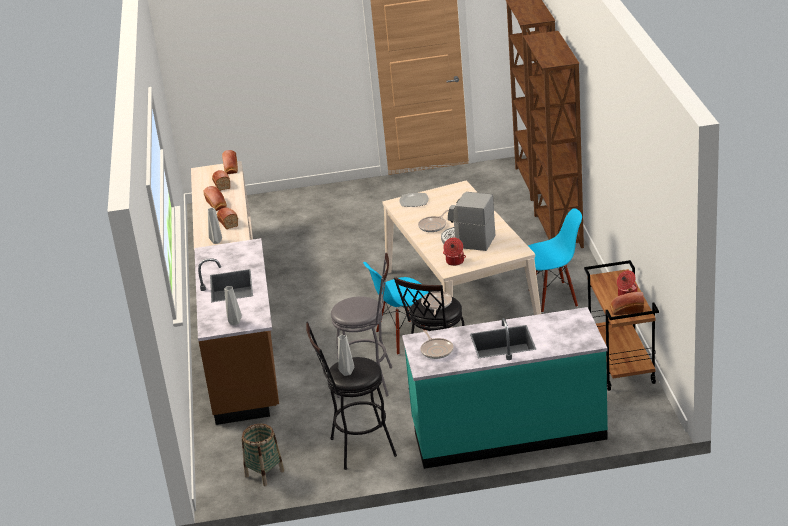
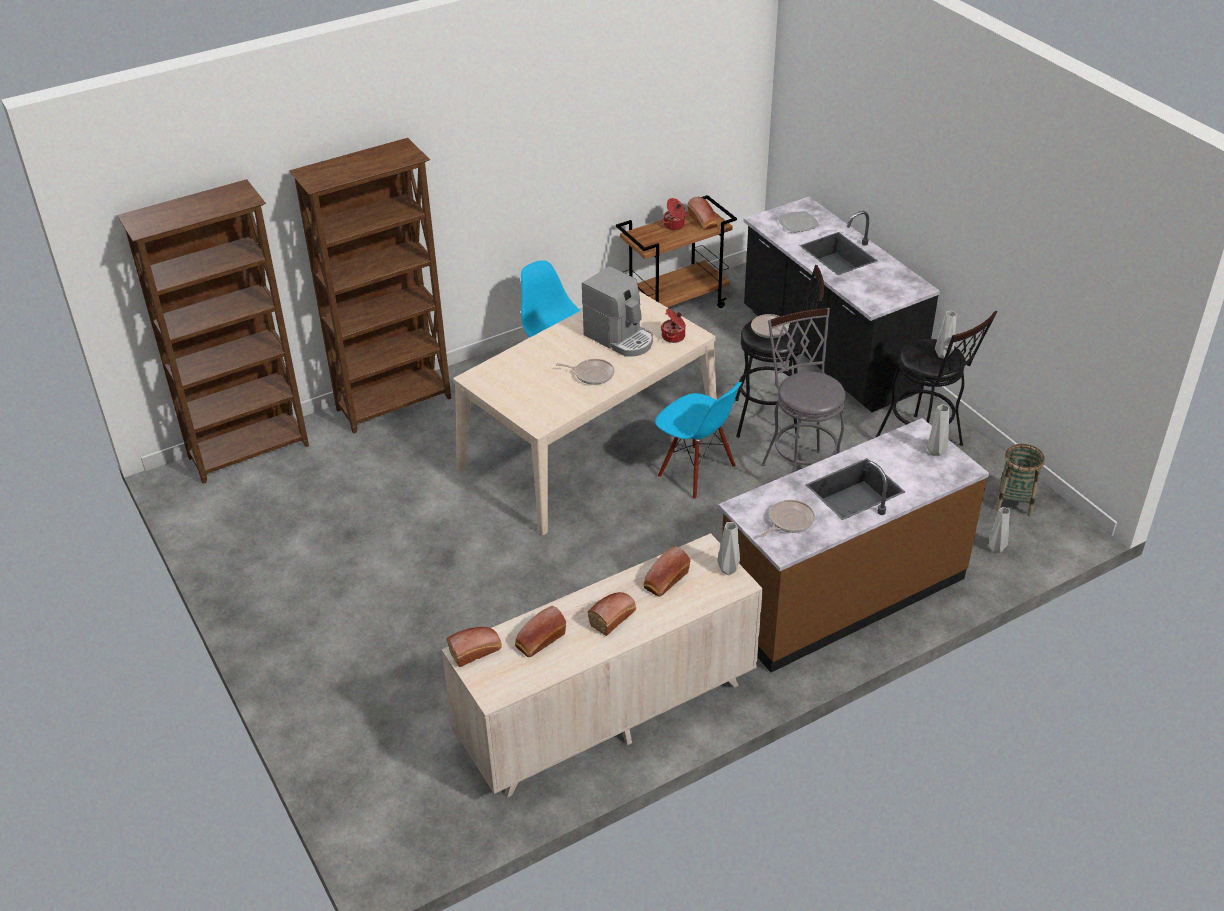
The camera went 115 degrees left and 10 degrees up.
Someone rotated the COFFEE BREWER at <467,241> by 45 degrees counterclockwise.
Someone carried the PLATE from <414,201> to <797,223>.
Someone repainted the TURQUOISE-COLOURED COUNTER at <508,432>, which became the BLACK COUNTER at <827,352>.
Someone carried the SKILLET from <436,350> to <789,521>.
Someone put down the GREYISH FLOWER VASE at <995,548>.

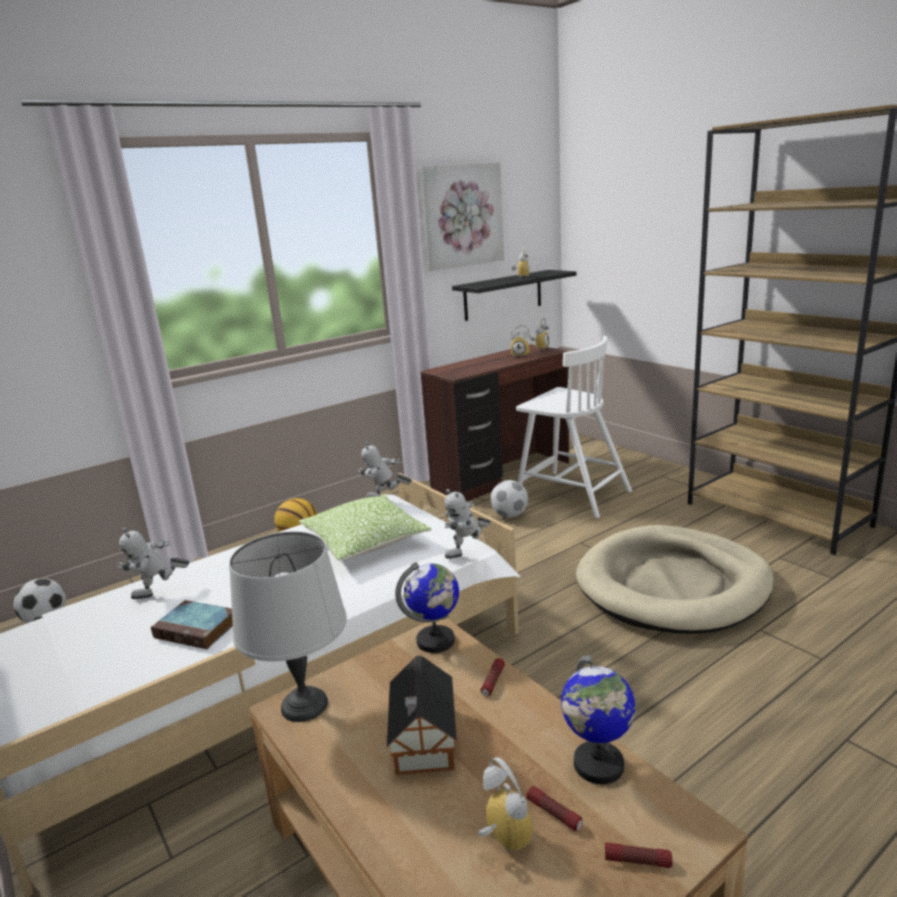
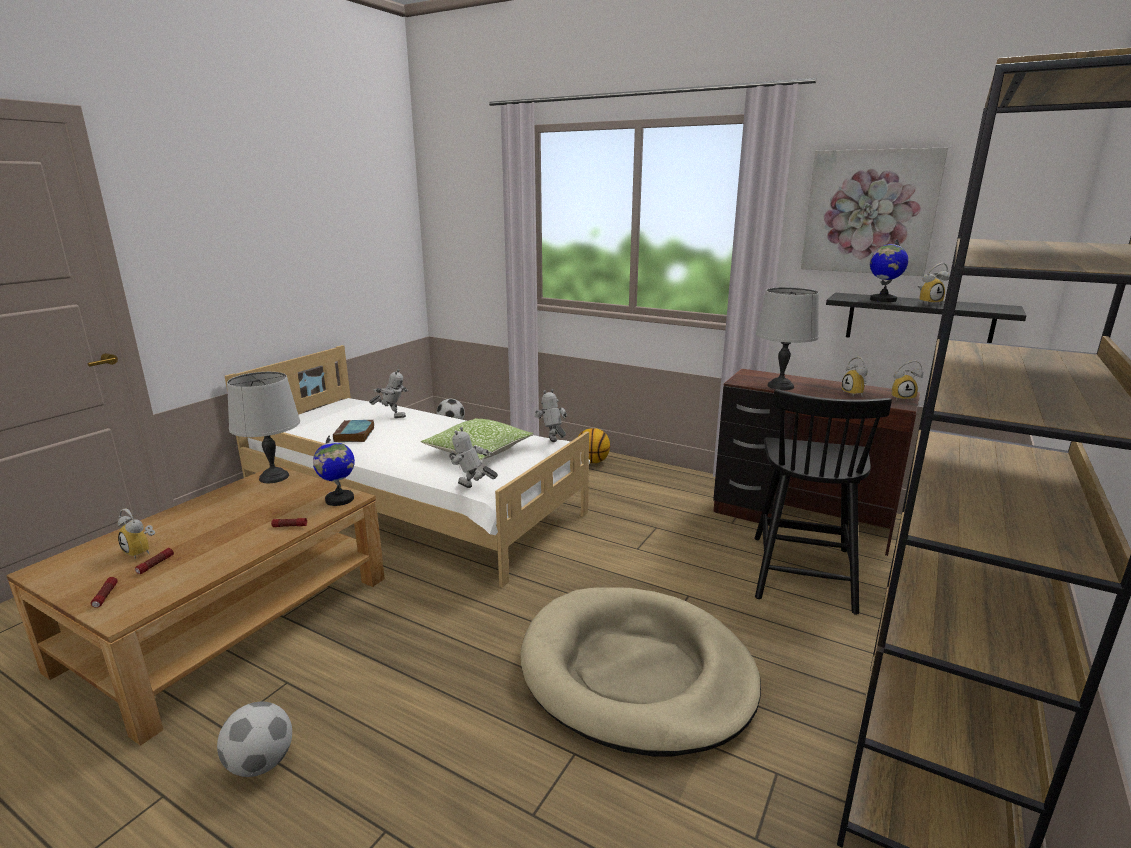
The camera went 65 degrees right and 0 degrees up.
Someone repainted the WHITISH UPRIGHT CHAIR at <571,494>, which became the BLACK UPRIGHT CHAIR at <802,571>.
Someone carried the FOOTBALL BALL from <509,515> to <261,763>.
Someone rotated the ROBOT FIGURE at <159,595> by 150 degrees clockwise.
Someone carried the WORLD GLOBE from <598,765> to <882,300>.
Someone took away the MODEL HOUSE at <423,742>.
Someone rotated the TABLE CLOCK at <500,839> by 90 degrees clockwise.
Someone put down the GREYISH TABLE LAMP at <780,386>.

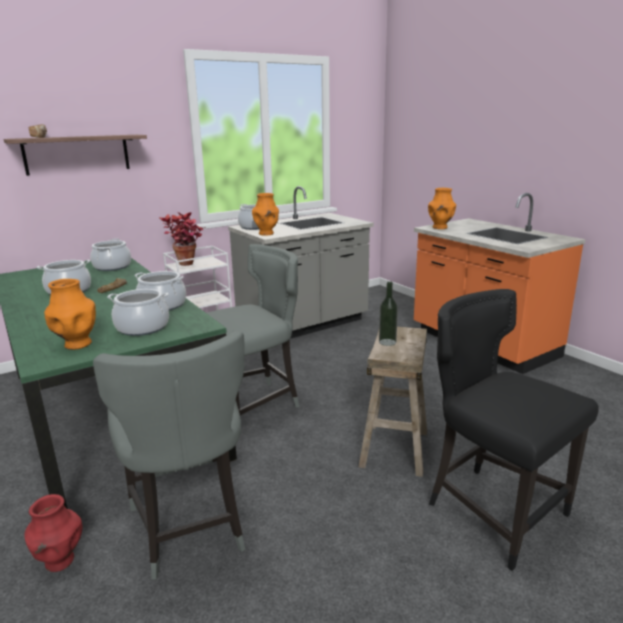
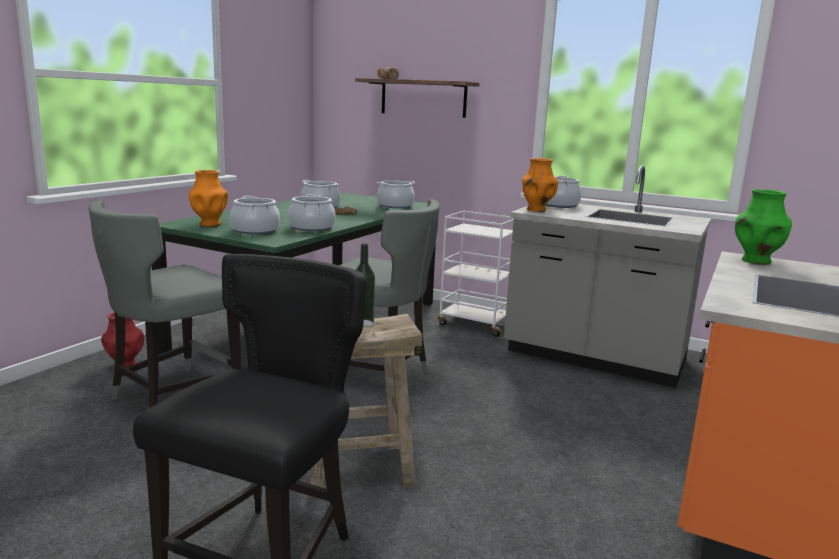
The camera went 60 degrees right and 5 degrees down.
Someone repainted the ORANGEY FLOWER VASE at <440,227>, which became the GREEN FLOWER VASE at <756,261>.
Someone took away the PLANT IN A POT at <187,265>.

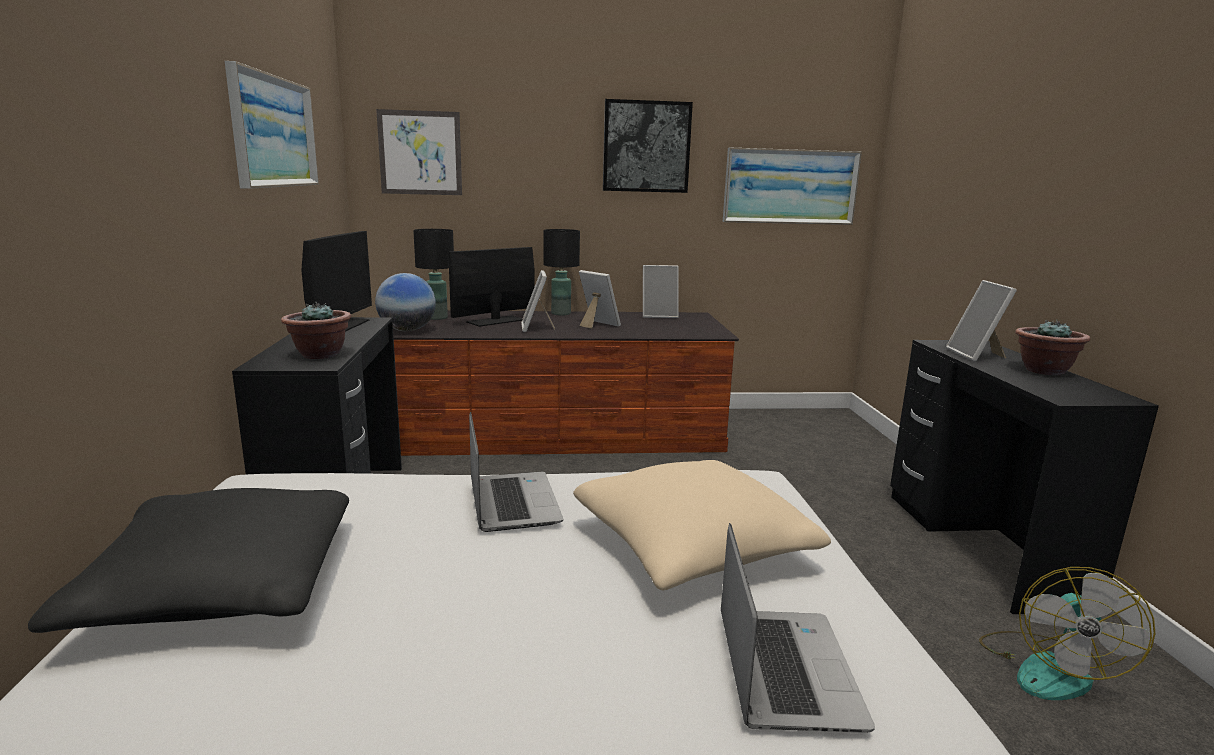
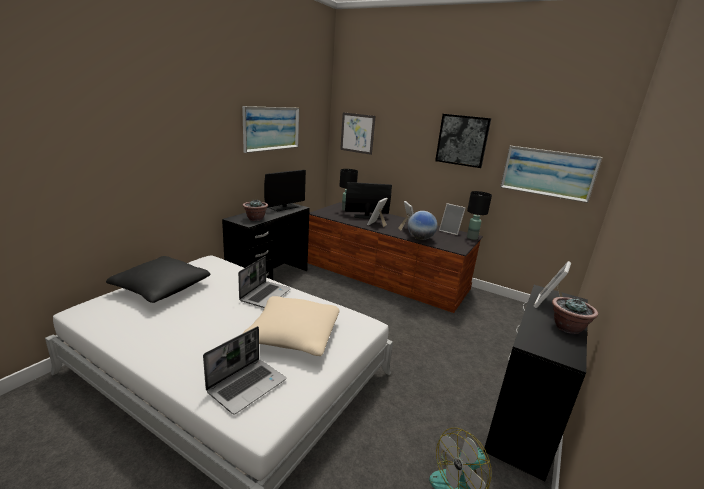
The camera went 35 degrees right and 5 degrees up.
Someone carried the BLACK TABLE LAMP from <561,313> to <472,237>.
Someone carried the WORLD GLOBE from <407,330> to <420,238>.

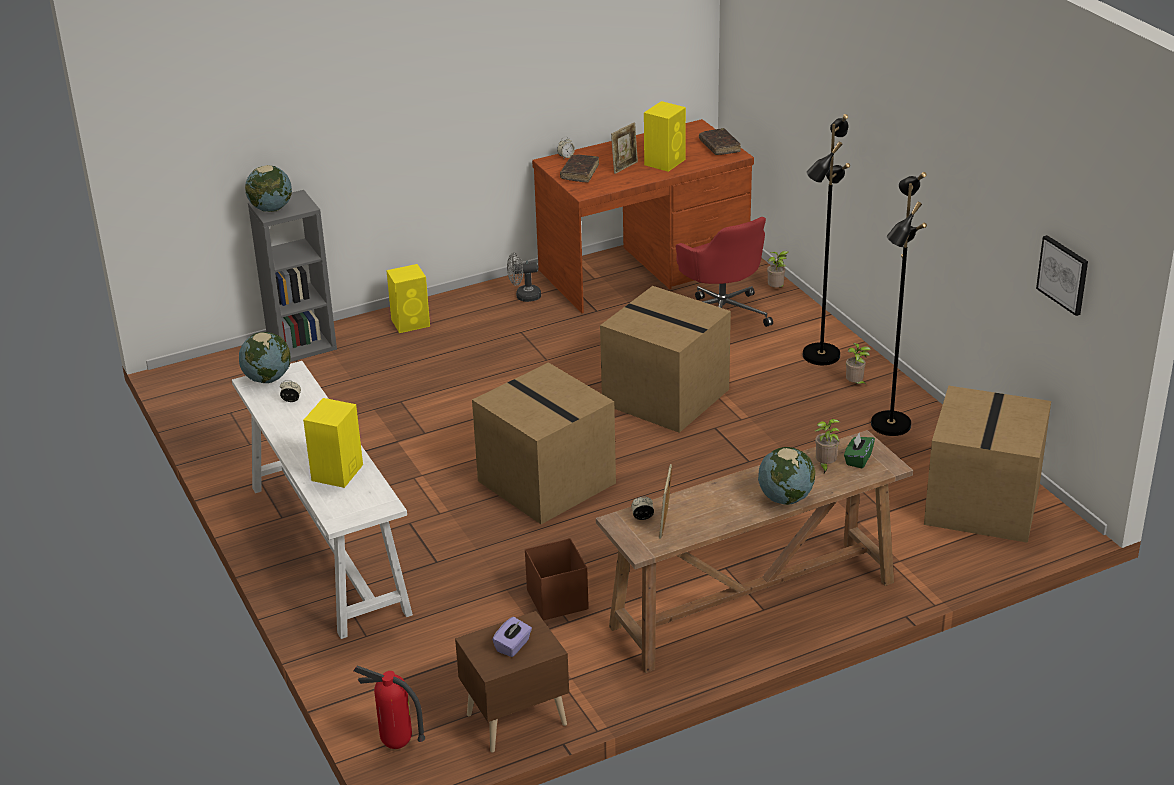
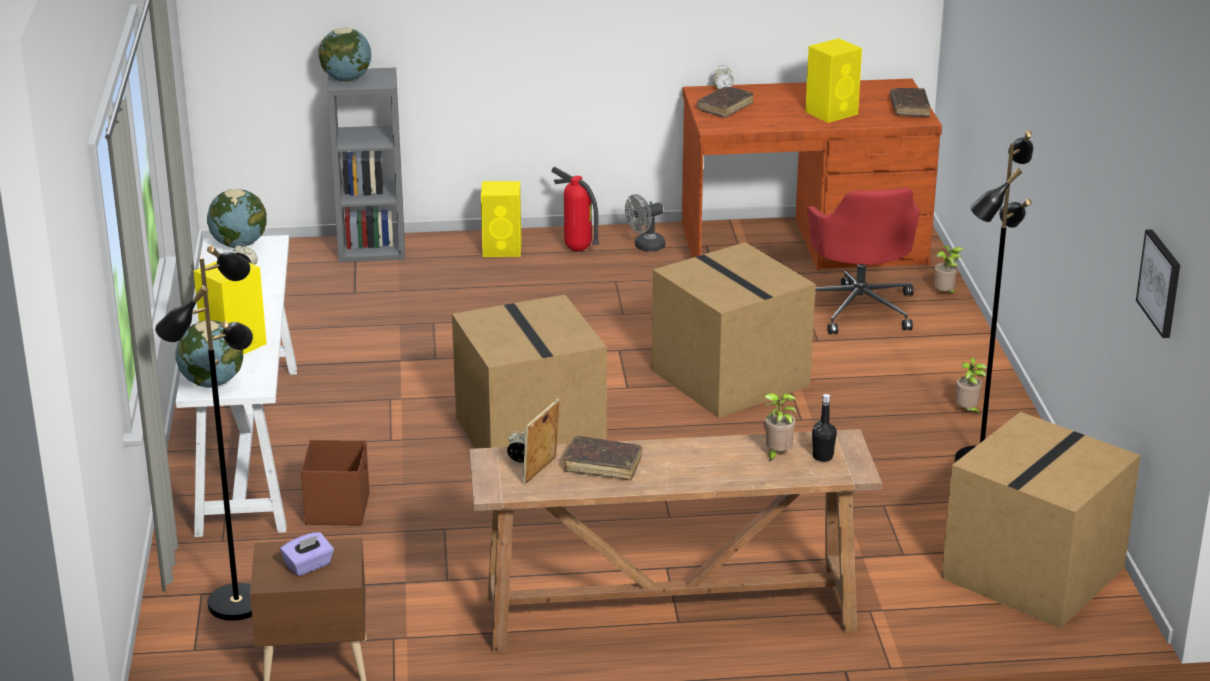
The camera went 20 degrees right and 5 degrees down.
Someone carried the BLACK FLOOR LAMP from <820,355> to <236,602>.
Someone took away the PHOTO FRAME at <625,167>.
Someone rotated the GREYISH FAN at <524,296> by 45 degrees counterclockwise.
Someone swapped the GREEN BOX OF TISSUES at <858,459> for the BLACK BOTTLE at <822,457>.
Someone carried the WORLD GLOBE from <785,498> to <212,382>.
Someone carried the BROWN STORAGE BIN from <557,599> to <338,508>.
Someone carried the EXTINGUISHER from <396,745> to <577,250>.
Someone put down the BROWN VOLUME at <603,465>.

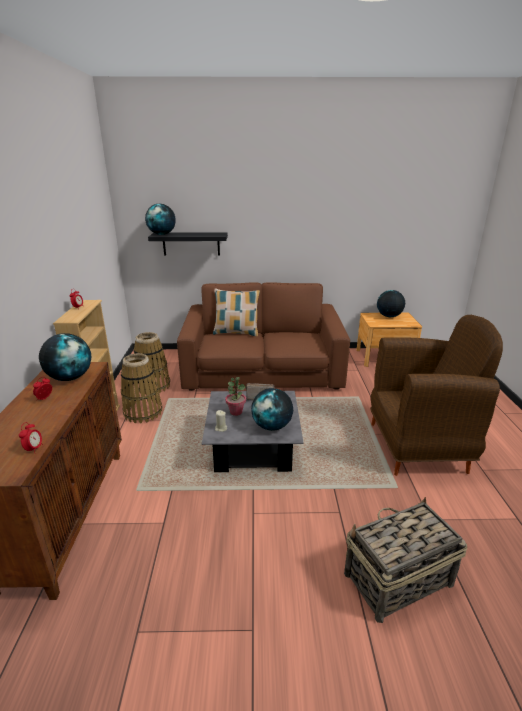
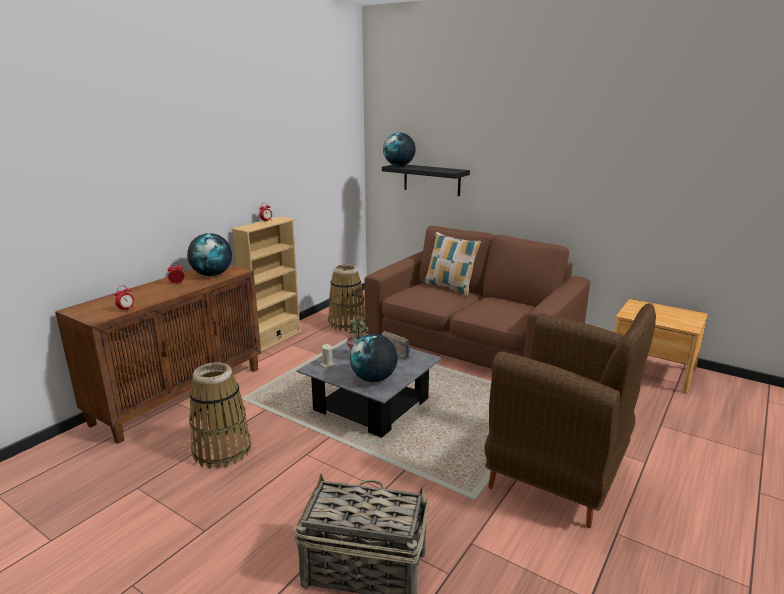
The camera went 35 degrees right and 5 degrees down.
Someone took away the WORLD GLOBE at <389,316>.
Someone carried the STORAGE BASKET from <143,412> to <222,450>.

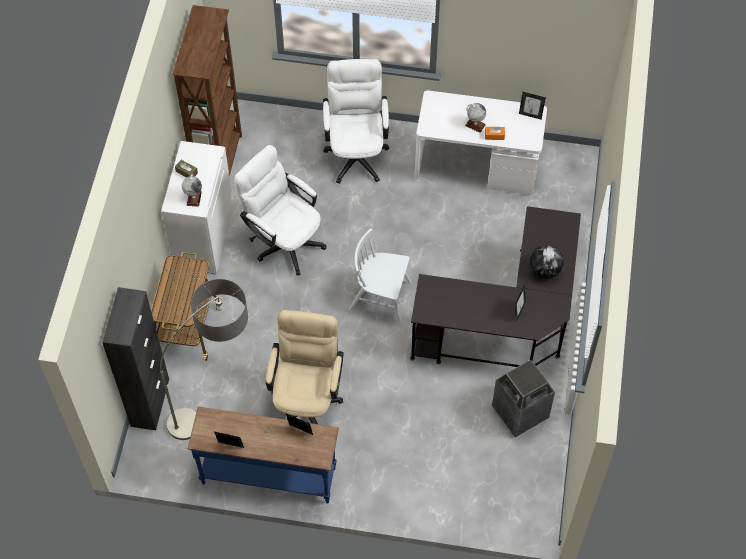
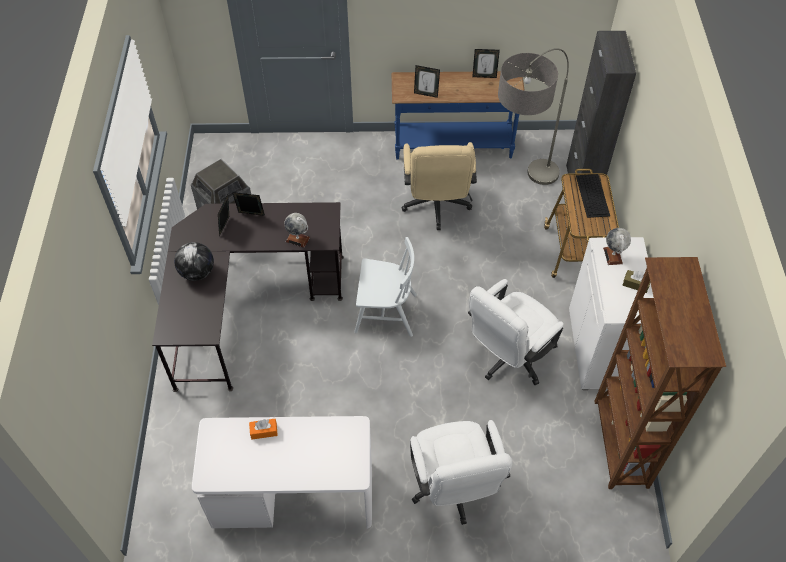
The camera went 170 degrees right and 5 degrees down.
Someone carried the PHOTO FRAME from <530,115> to <251,215>.
Someone carried the WORLD GLOBE from <475,125> to <298,239>.
Someone rotated the WHITISH OFFICE CHAIR at <283,240> by 105 degrees clockwise.
Someone put down the COMPUTER KEYBOARD at <593,196>.

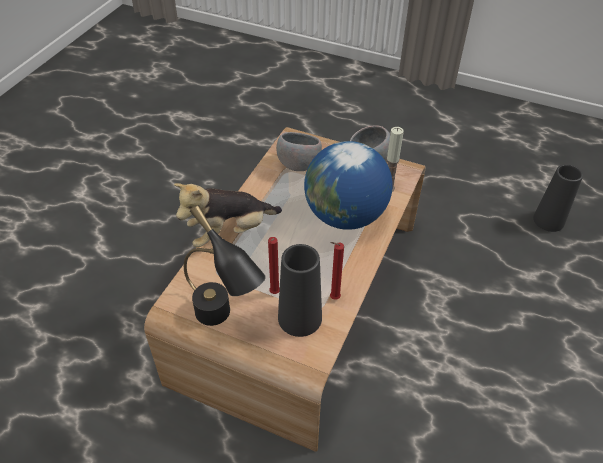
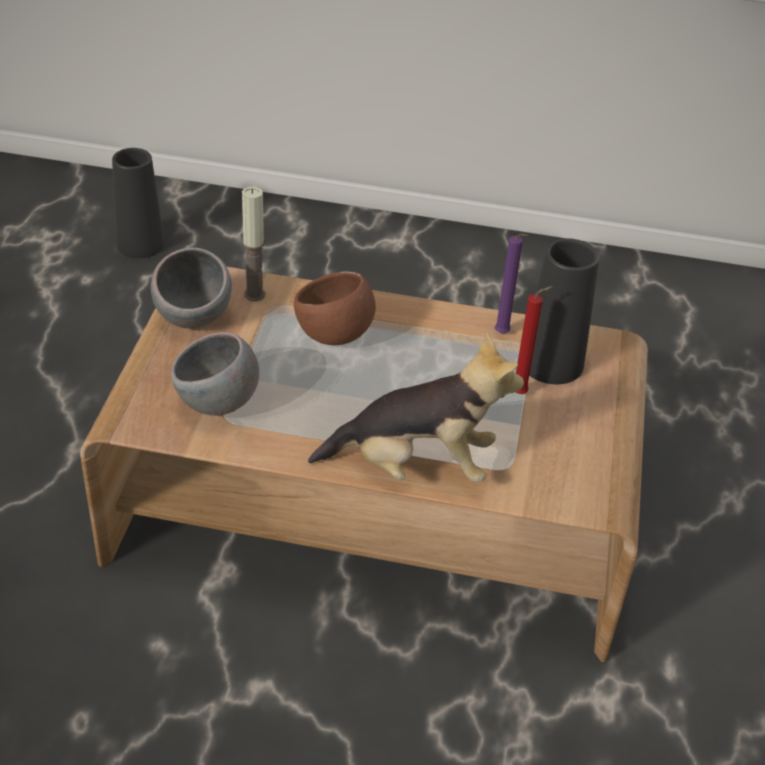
The camera went 105 degrees left and 5 degrees down.
Someone swapped the WORLD GLOBE at <345,216> for the BROWN BOWL at <334,336>.
Someone rotated the CUDDLY TOY at <230,232> by 45 degrees counterclockwise.
Someone took away the BLACK TABLE LAMP at <224,321>.
Someone repainted the RED WAX CANDLE at <333,298>, which became the PURPLISH WAX CANDLE at <503,335>.

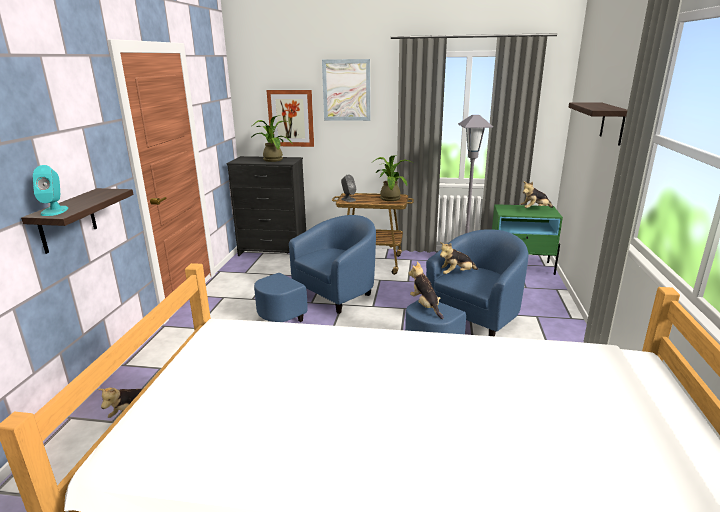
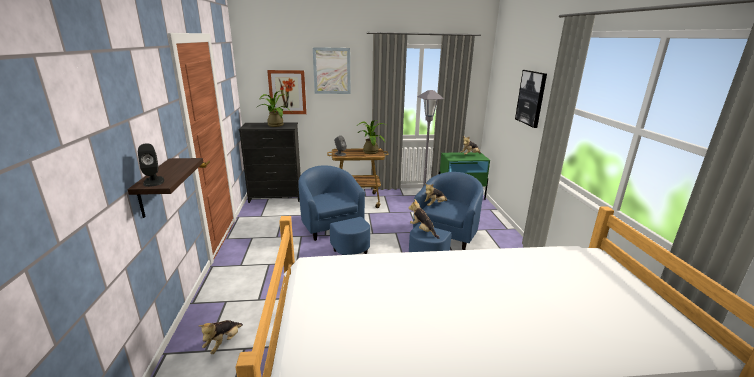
The camera went 15 degrees left and 0 degrees up.
Someone swapped the BRACKET SHELF at <612,123> for the WALL PICTURE at <531,98>.
Someone repainted the TURQUOISE-COLOURED AUDIO SPEAKER at <54,211>, which became the BLACK AUDIO SPEAKER at <153,181>.
Someone rotated the BLUE-COLOURED LOUNGE CHAIR at <325,300> by 60 degrees counterclockwise.

